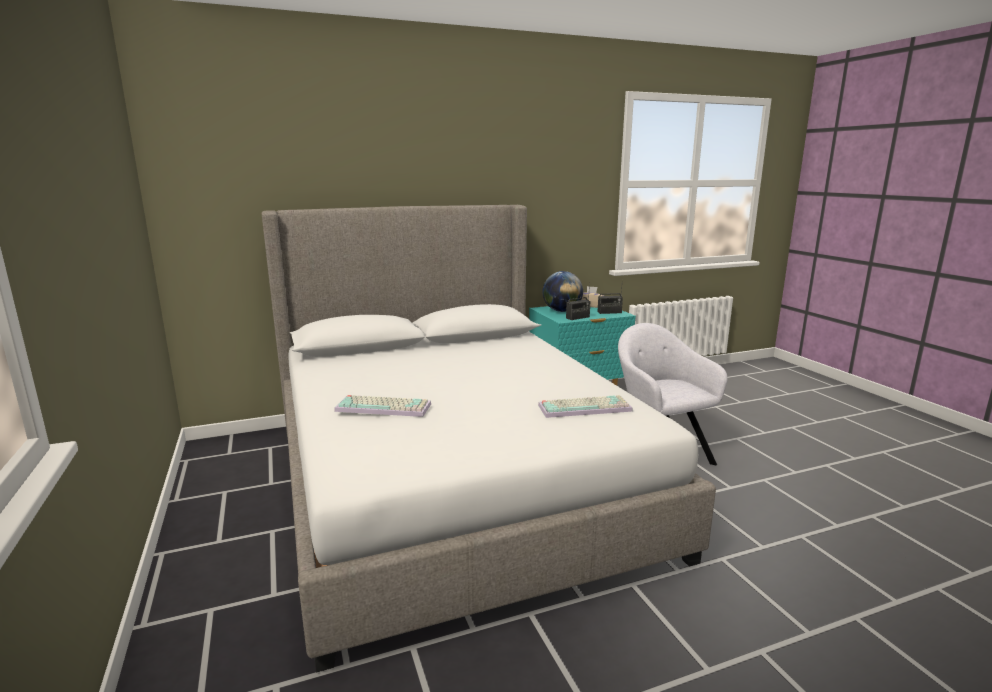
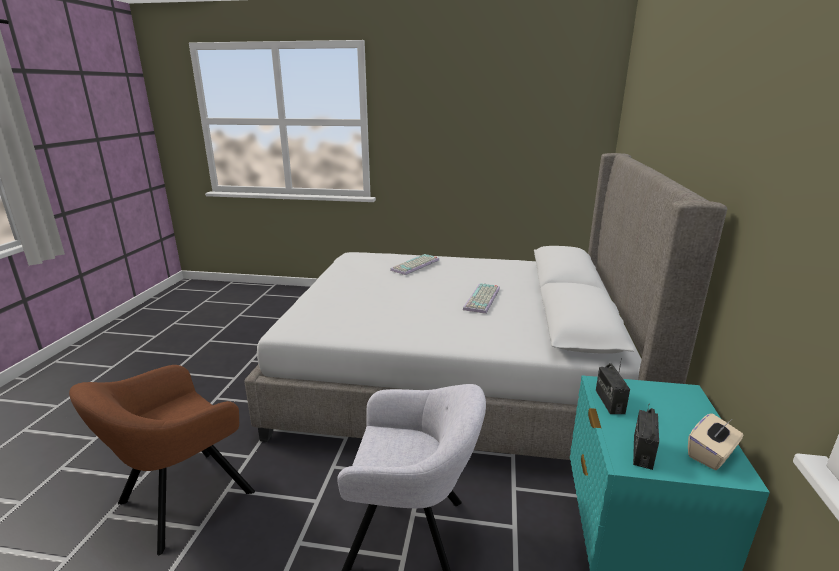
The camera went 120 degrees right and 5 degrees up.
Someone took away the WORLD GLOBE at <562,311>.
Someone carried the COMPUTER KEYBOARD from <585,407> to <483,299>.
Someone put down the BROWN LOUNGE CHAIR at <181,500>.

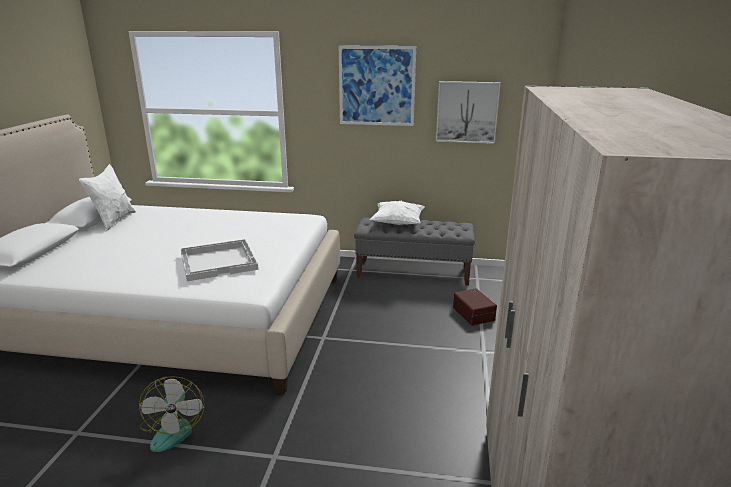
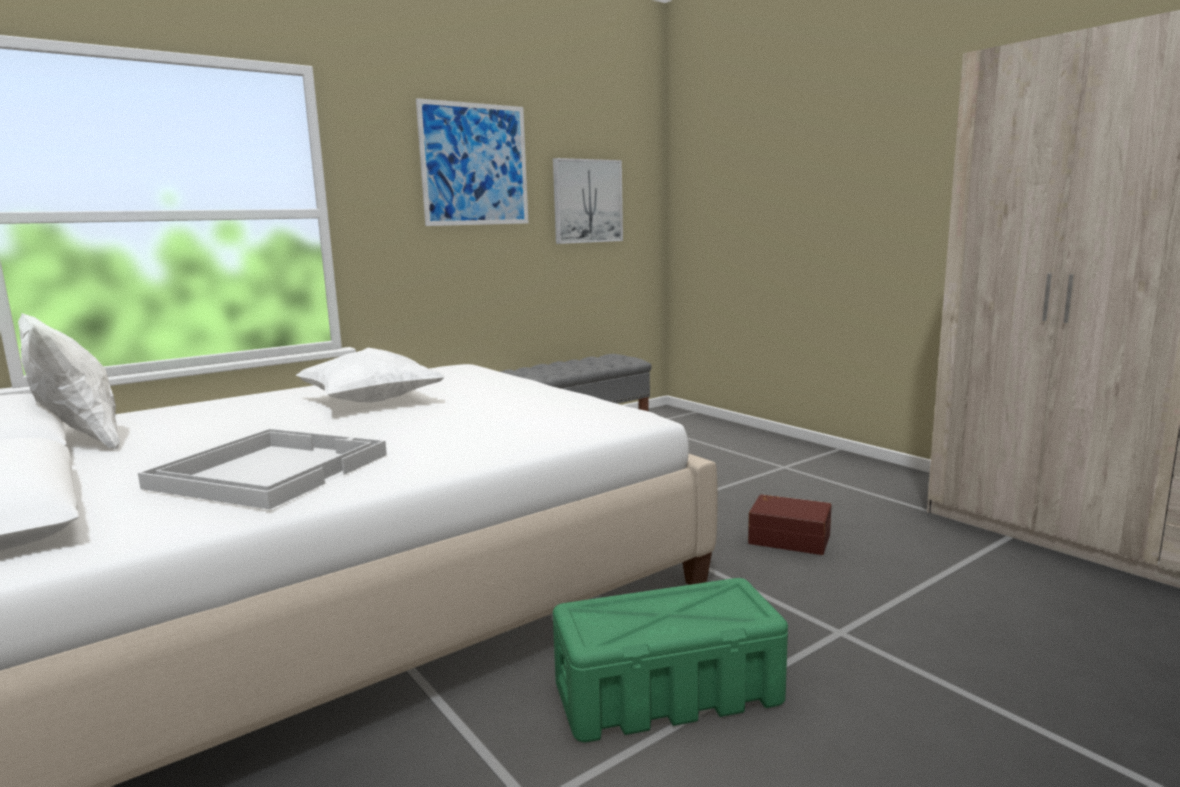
The camera went 45 degrees left and 10 degrees down.
Someone carried the WHITISH CUSHION from <397,223> to <371,402>.
Someone carried the WHITISH SERVING TRAY from <219,261> to <270,470>.
Someone carried the BROWN STORAGE BIN from <474,313> to <789,538>.
Someone swapped the FAN at <173,429> for the GREEN STORAGE BIN at <669,693>.

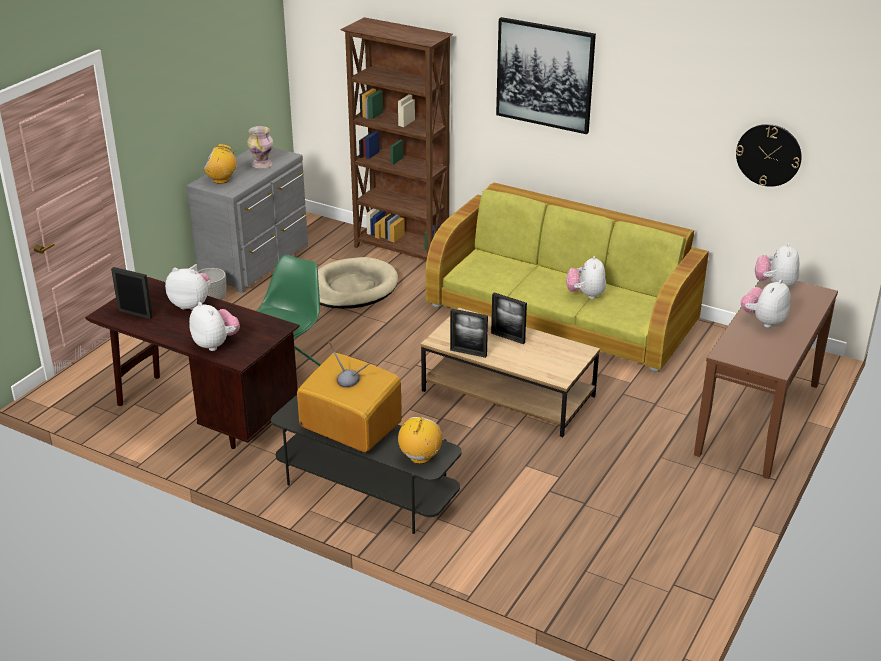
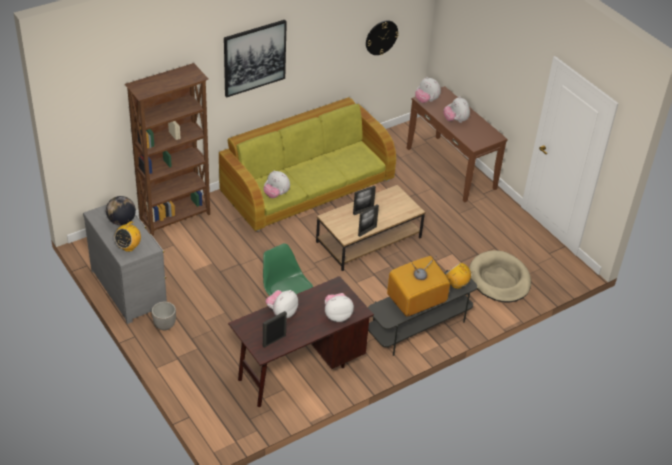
The camera went 65 degrees left and 10 degrees up.
Someone swapped the FLOWER VASE at <262,164> for the WORLD GLOBE at <121,221>.
Someone carried the CUDDLY TOY from <585,295> to <276,194>.
Someone carried the BEIGE DOG BED from <352,288> to <499,279>.

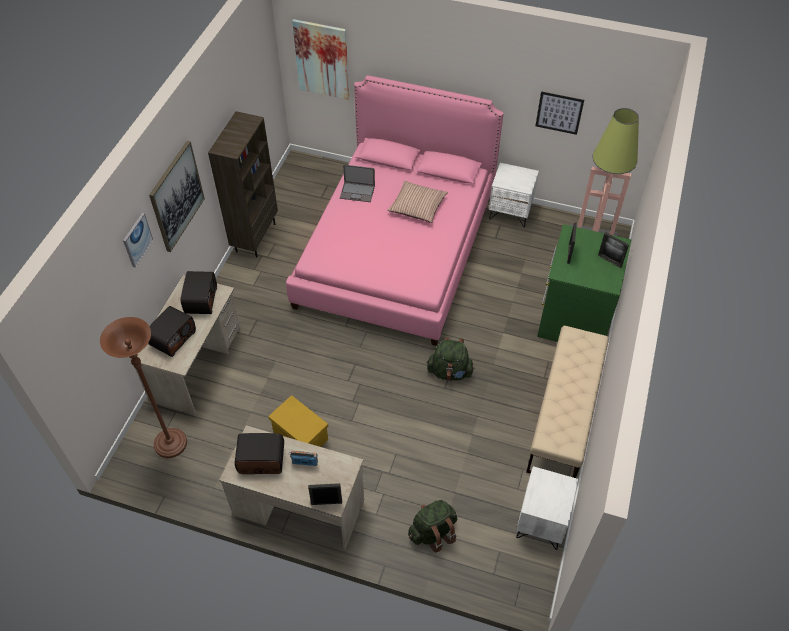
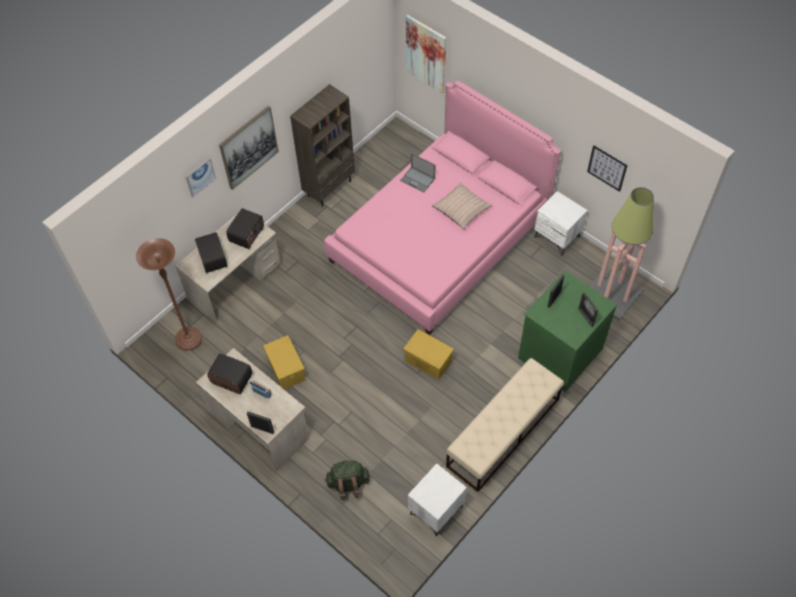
The camera went 25 degrees right and 5 degrees up.
Someone rotated the RADIO at <172,338> by 75 degrees counterclockwise.
Someone swapped the GREEN BACKPACK at <450,372> for the YELLOW-COLOURED STORAGE BIN at <428,361>.

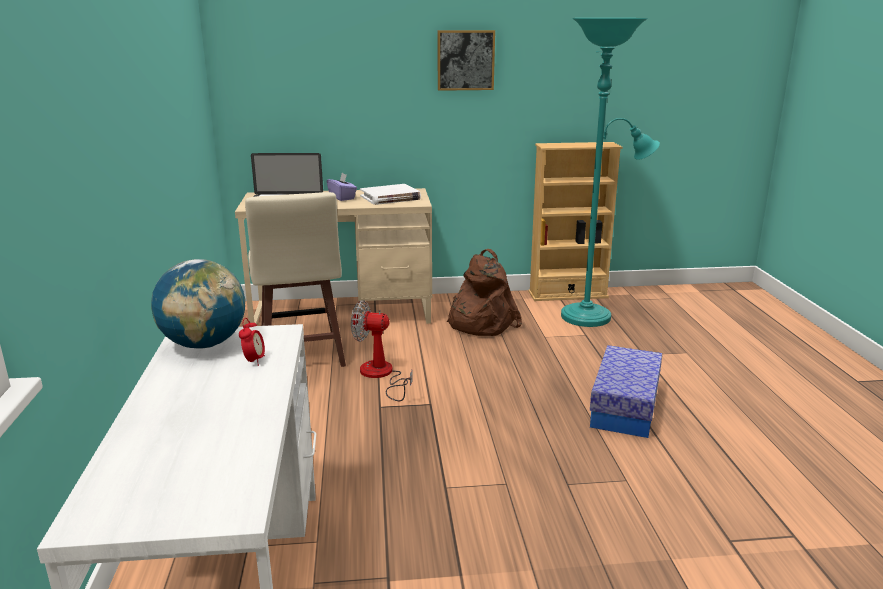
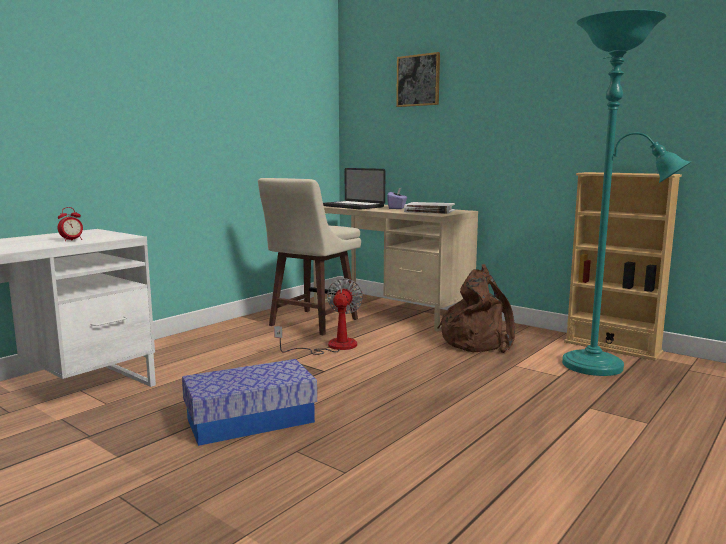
The camera went 45 degrees right and 10 degrees down.
Someone carried the WALL PICTURE from <465,60> to <418,80>.
Someone took away the WORLD GLOBE at <204,344>.
Someone rotated the FAN at <381,375> by 45 degrees clockwise.
Someone carried the STORAGE BIN from <624,406> to <250,420>.

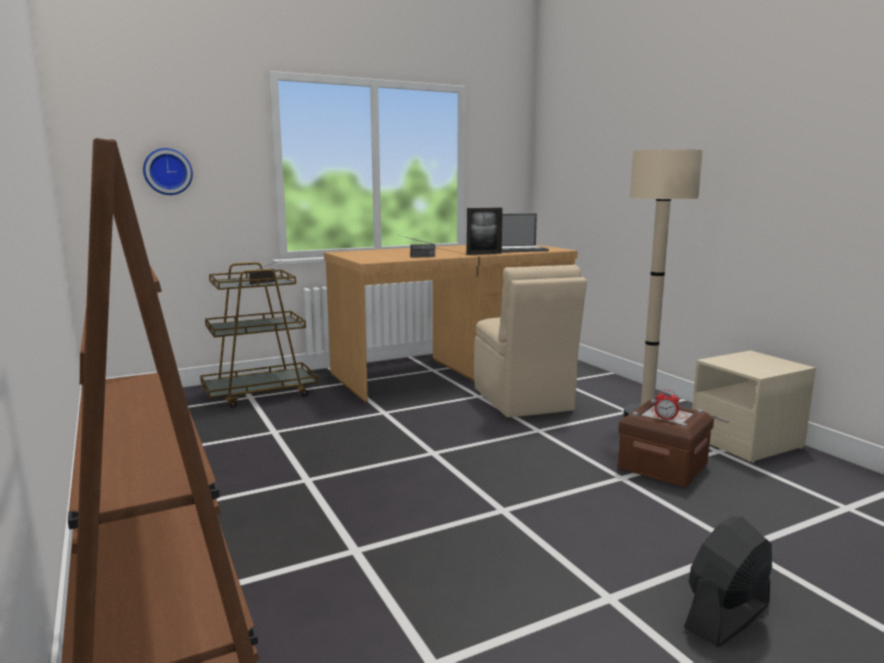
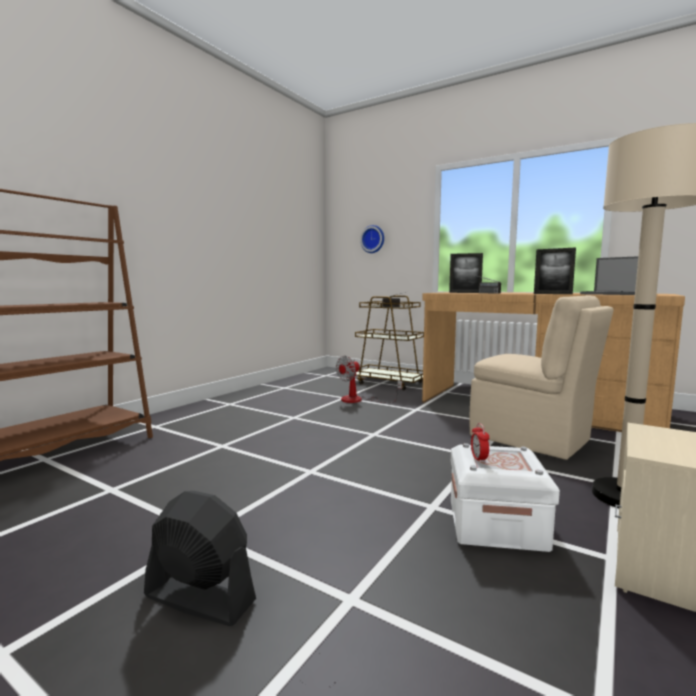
The camera went 60 degrees right and 5 degrees down.
Someone rotated the BEIGE UPRIGHT CHAIR at <523,400> by 90 degrees counterclockwise.
Someone repainted the BROWN STORAGE BIN at <662,466>, which became the WHITISH STORAGE BIN at <496,525>.
Someone put down the PHOTO FRAME at <465,292>.
Someone put down the FAN at <359,400>.

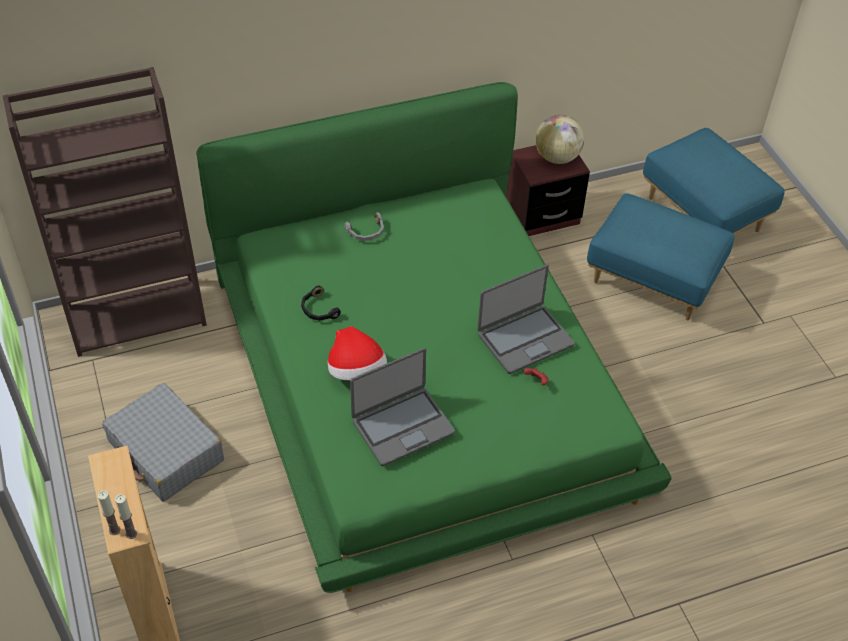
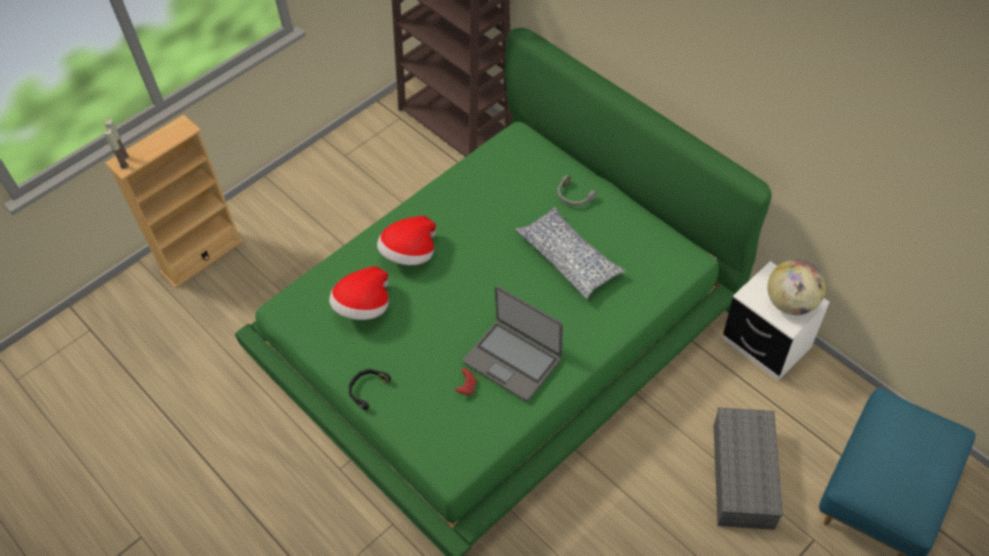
The camera went 70 degrees right and 5 degrees up.
Someone repainted the BROWN BEDSIDE TABLE at <542,215>, which became the WHITISH BEDSIDE TABLE at <766,344>.
Someone swapped the BLUE-COLOURED FOOTREST at <651,281> for the GREYISH STORAGE BIN at <741,474>.
Someone carried the BLACK HEADPHONES from <318,310> to <367,389>.
Someone swapped the NOTEBOOK COMPUTER at <402,426> for the CLOTHING HAT at <363,307>.
Someone took away the GREYISH SUITCASE at <166,452>.
Someone put down the CUSHION at <569,258>.

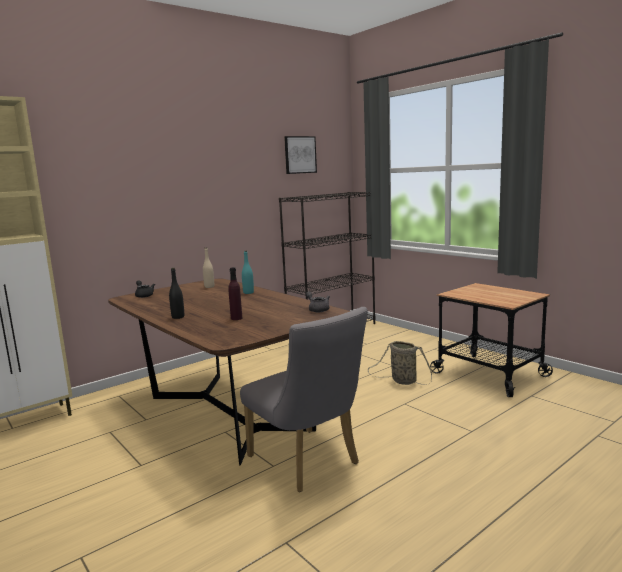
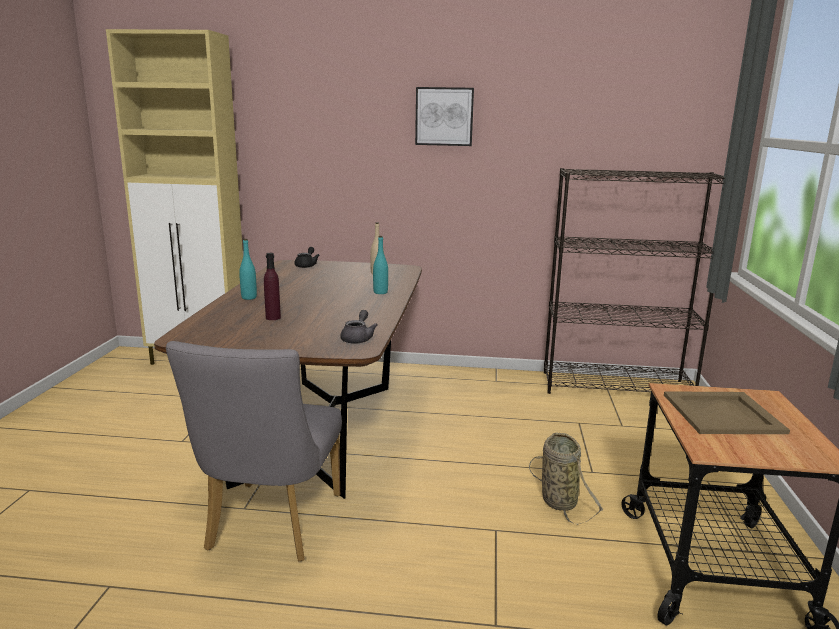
The camera went 45 degrees right and 5 degrees up.
Someone carried the WALL PICTURE from <300,155> to <444,116>.
Someone repainted the BLACK BOTTLE at <178,317>, which became the TURQUOISE-COLOURED BOTTLE at <249,297>.
Someone put down the BEIGE SERVING TRAY at <721,413>.

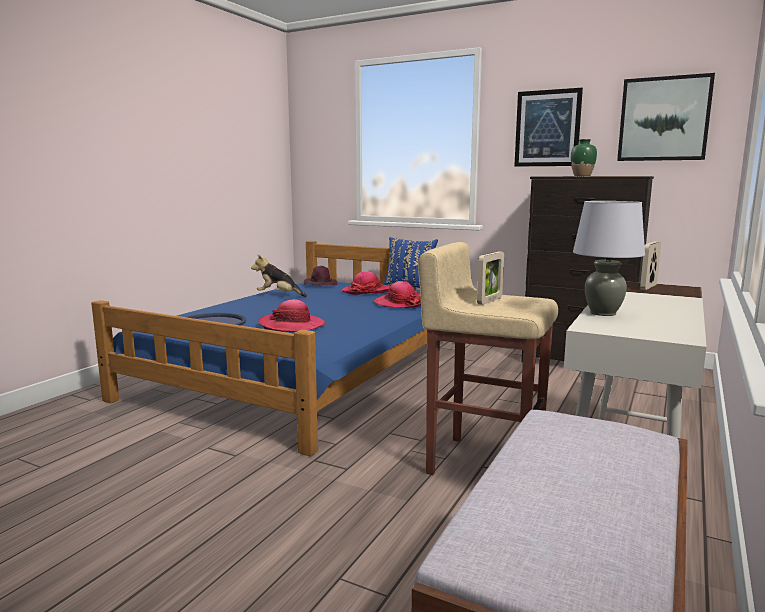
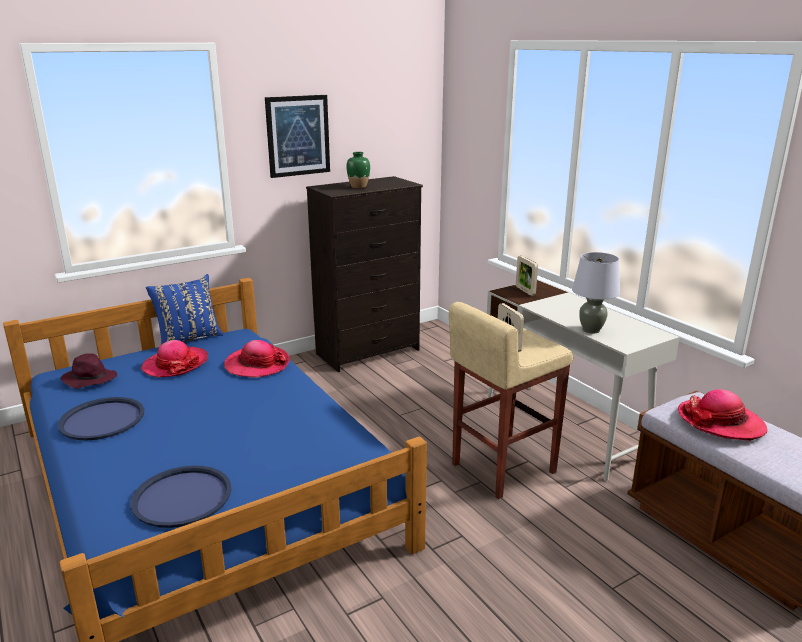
The camera went 60 degrees left and 10 degrees up.
Someone took away the WALL PICTURE at <664,119>.
Someone swapped the CUDDLY TOY at <278,295> for the BLUE-COLOURED SERVING TRAY at <102,419>.
Someone carried the CLOTHING HAT from <292,325> to <720,422>.

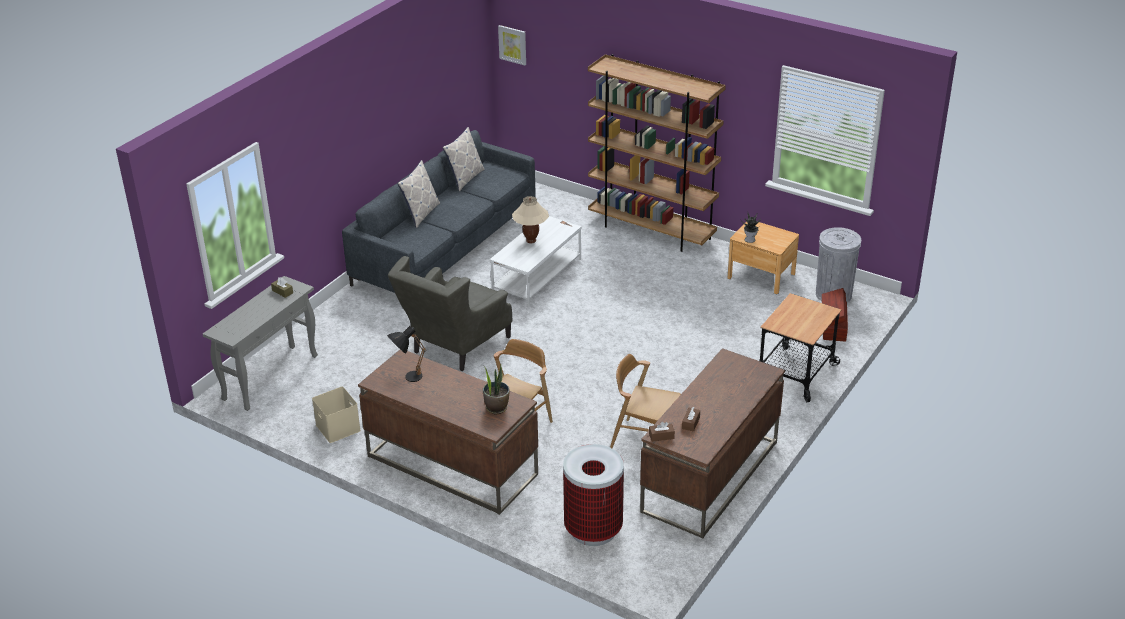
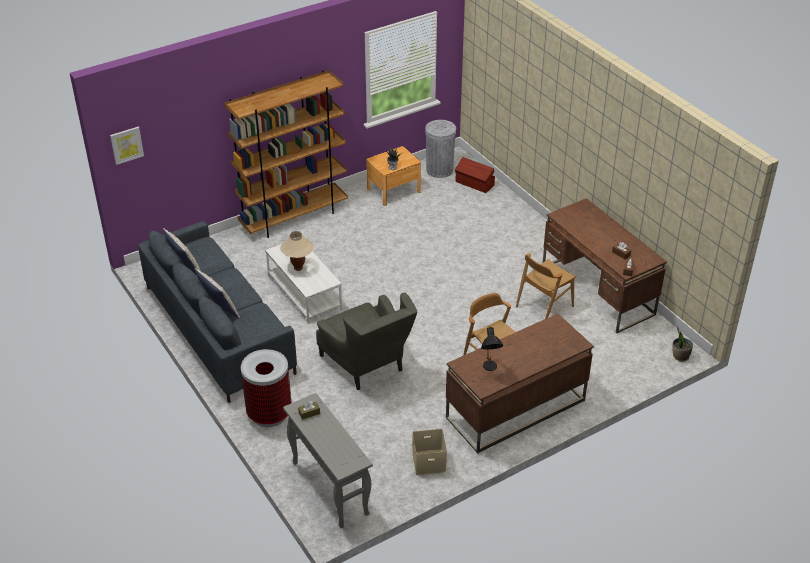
The camera went 65 degrees left and 5 degrees up.
Someone took away the TROLLEY at <796,374>.
Someone carried the PLANT IN A POT from <496,408> to <680,356>.
Someone carried the WASTE BIN from <593,530> to <269,414>.

